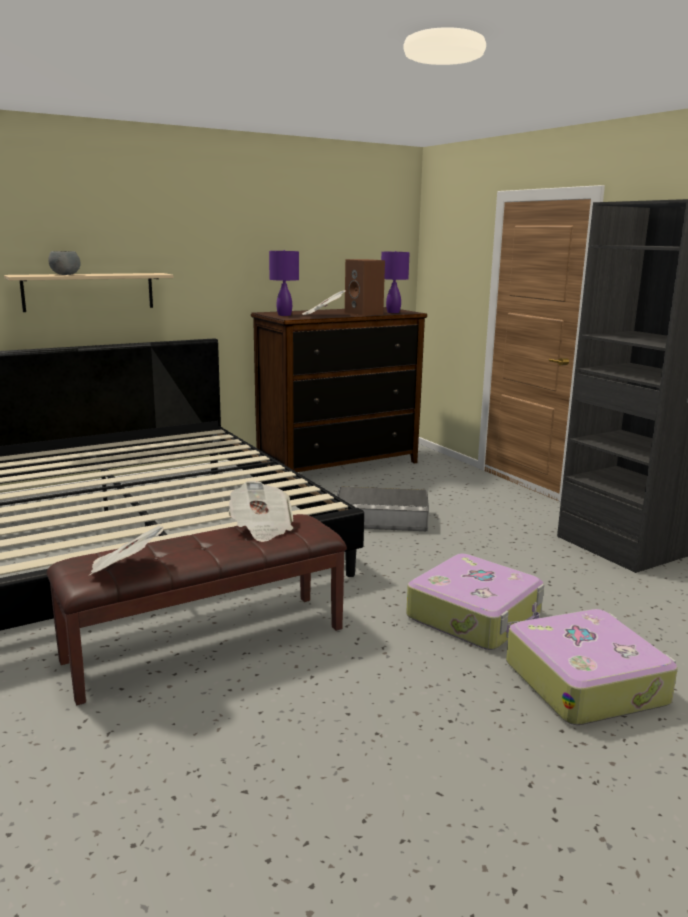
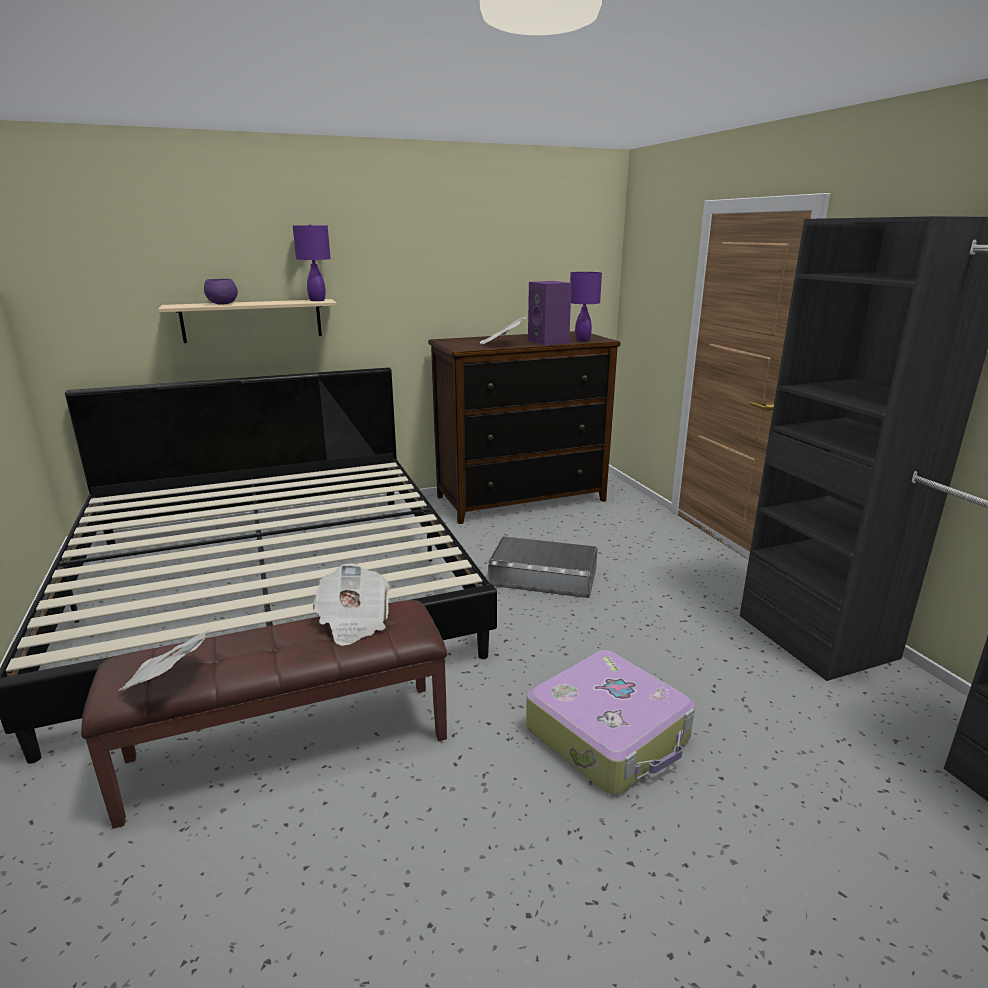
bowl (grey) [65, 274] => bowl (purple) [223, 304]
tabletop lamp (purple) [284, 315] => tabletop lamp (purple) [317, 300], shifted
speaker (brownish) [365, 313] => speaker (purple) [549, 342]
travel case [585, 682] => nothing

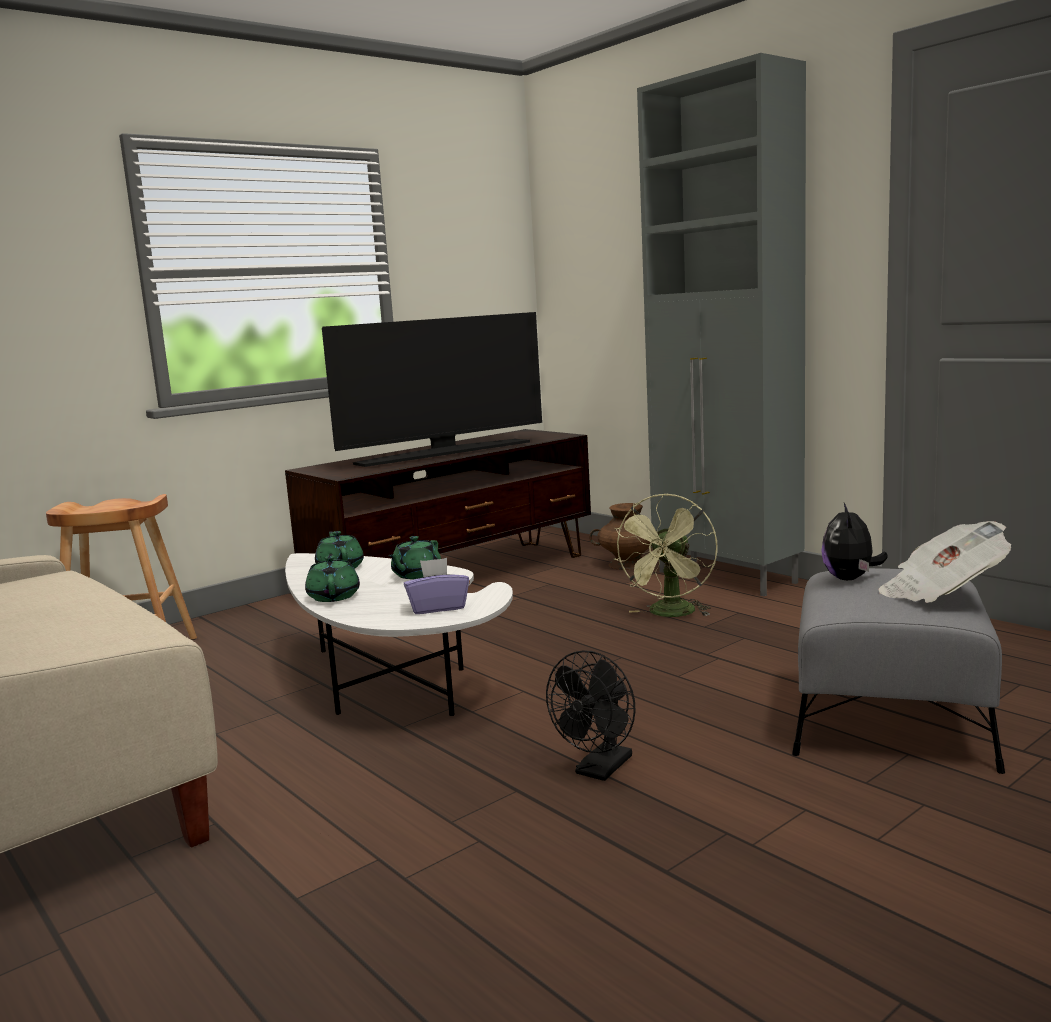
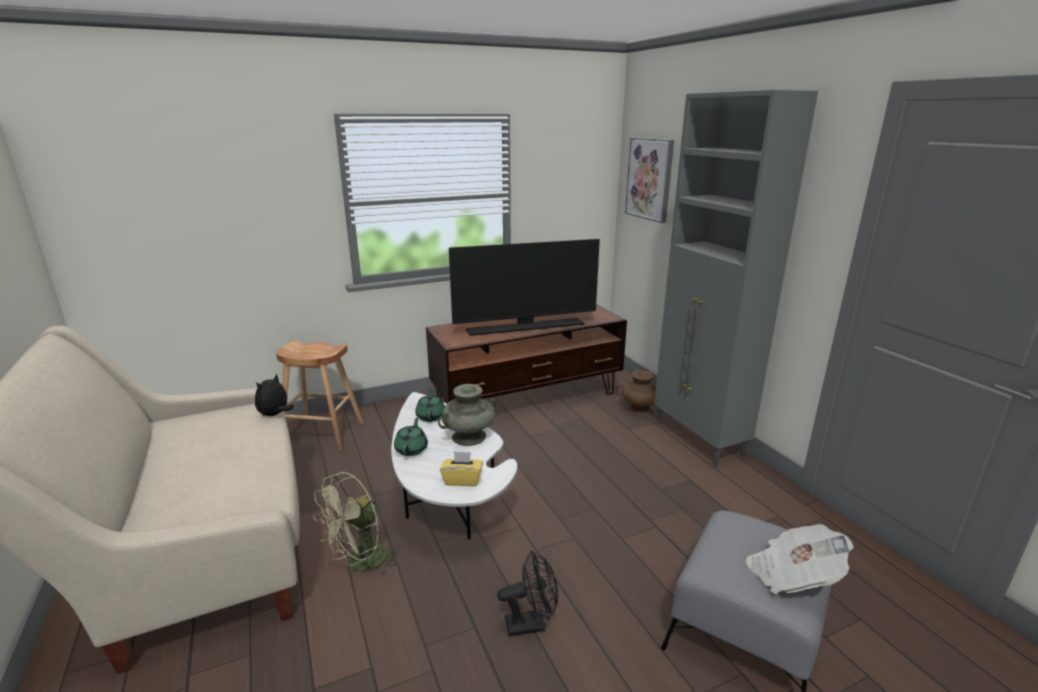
tea pot (green-coloured) [416, 575] => decorative vase (turquoise-coloured) [468, 437]
tissue box (purple) [437, 607] => tissue box (yellow-coloured) [462, 480]
fan (black) [600, 770] => fan (black) [531, 623], 150 degrees counterclockwise
fan (green-coloured) [671, 614] => fan (green-coloured) [361, 564], shifted
cuddly toy [850, 579] => cuddly toy [275, 415], shifted
nothing => wall picture [649, 179]

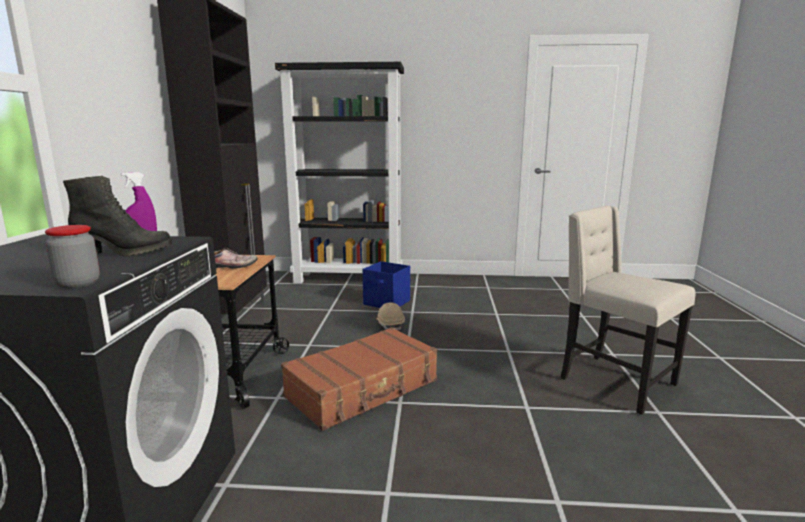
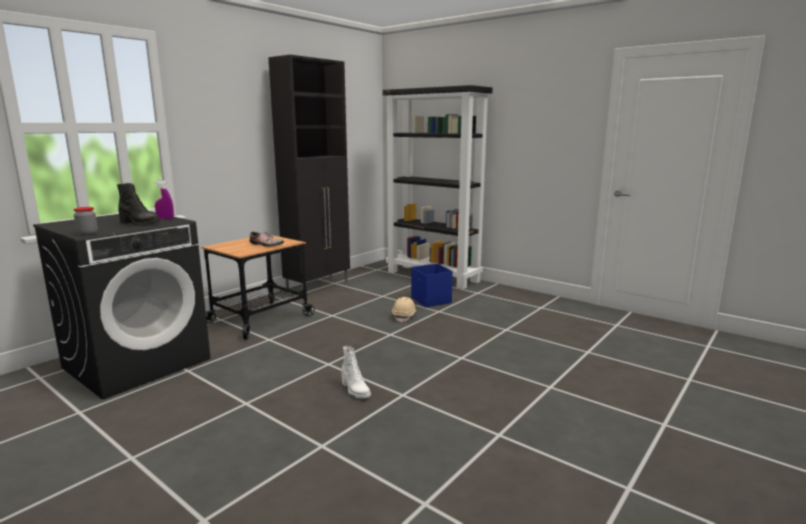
travel case (brownish) [363, 389] => nothing
chair (beige-coloured) [614, 381] => nothing
nothing => boot (white-coloured) [355, 390]

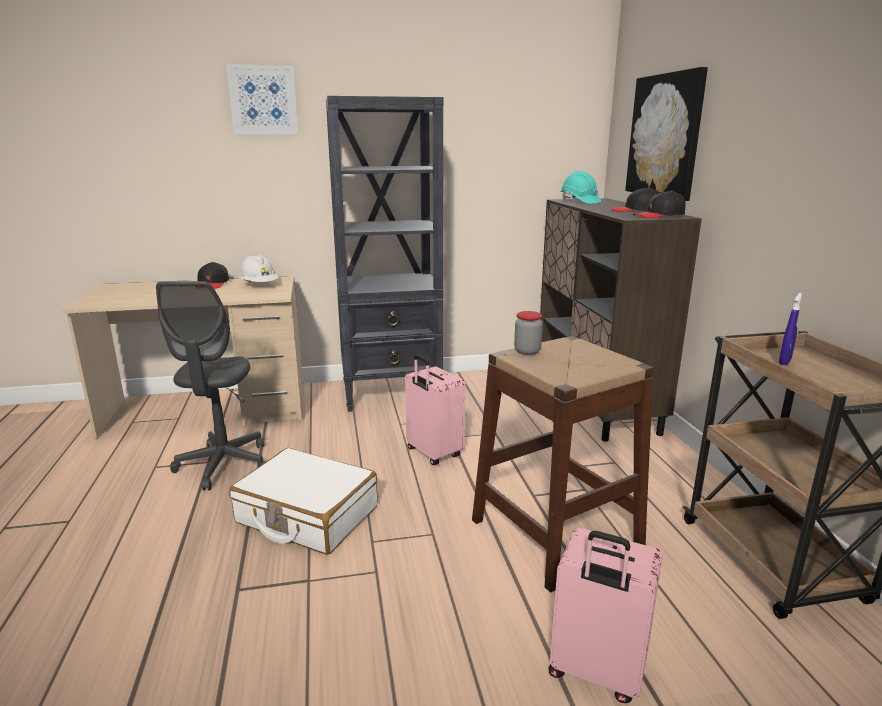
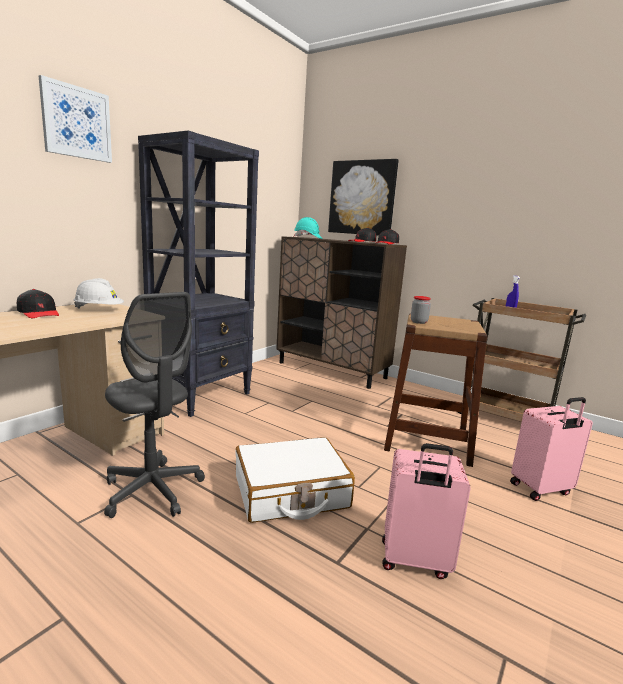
travel case (pink-coloured) [433, 453] => travel case (pink-coloured) [414, 561], shifted

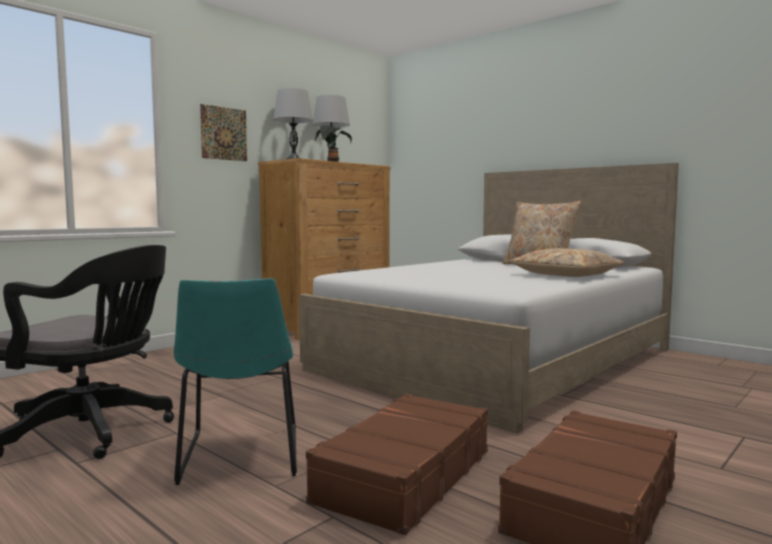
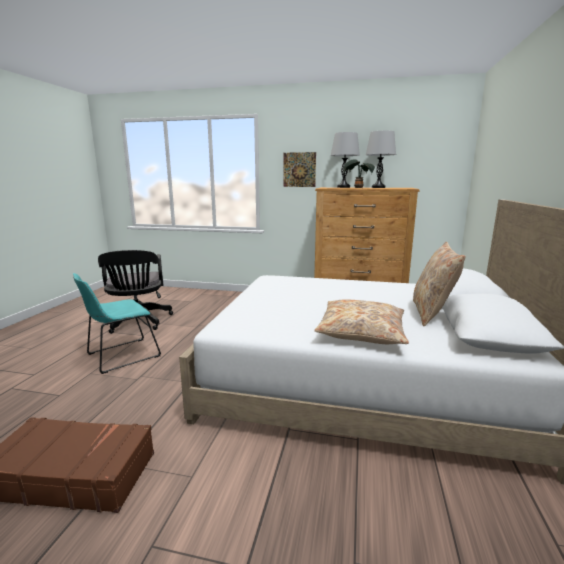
travel case (brownish) [403, 476] => nothing

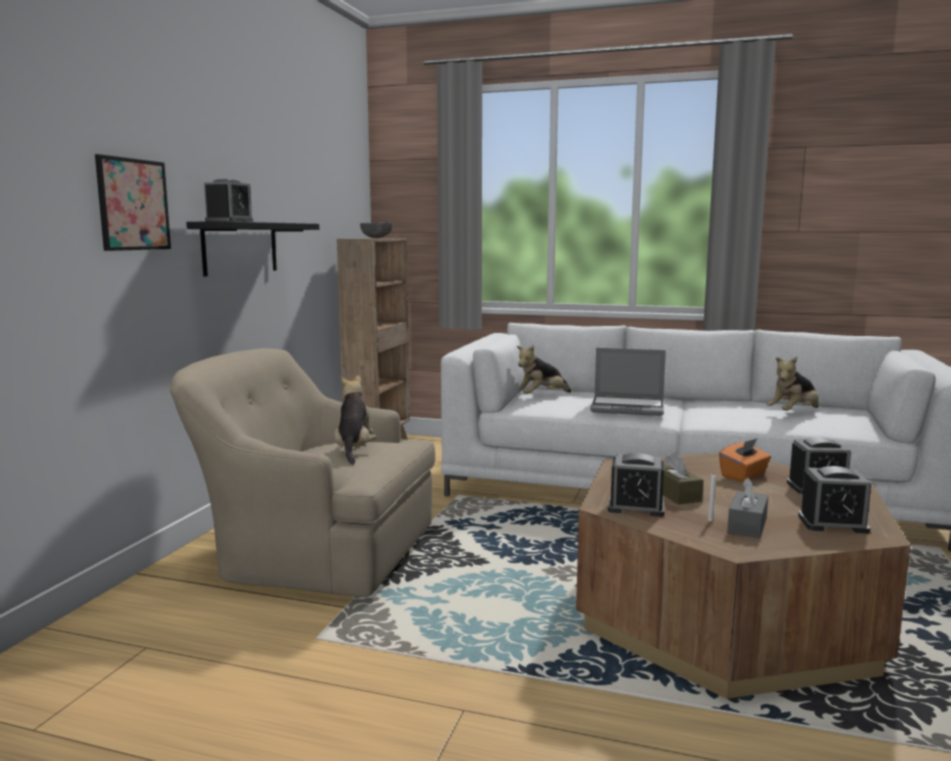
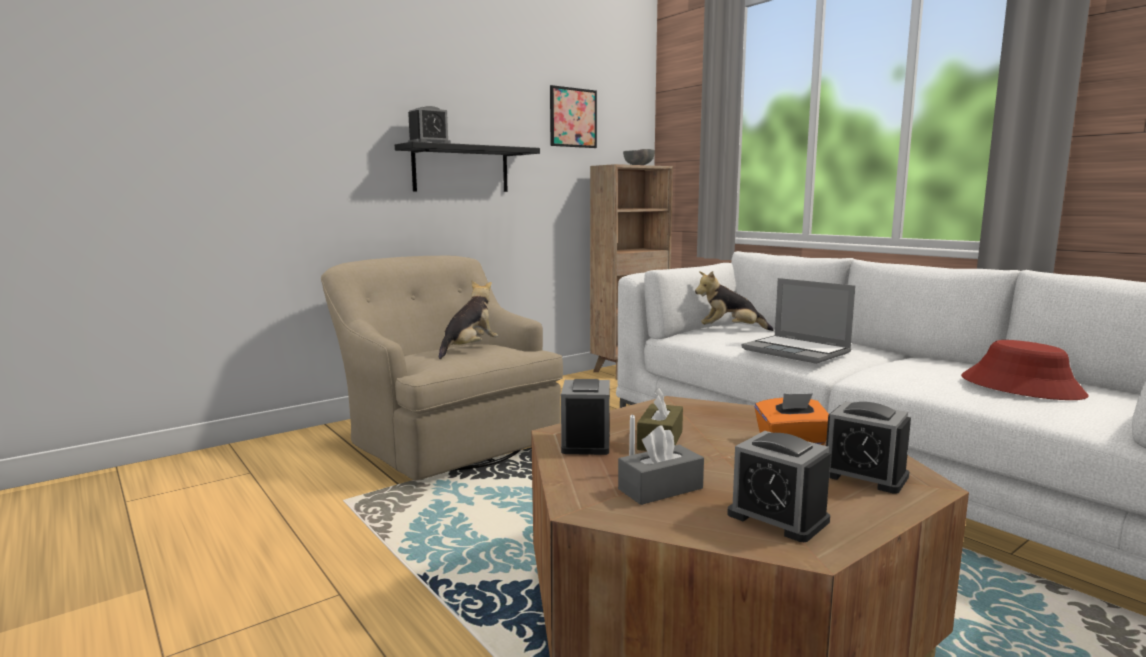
wall picture [133, 204] => wall picture [573, 117], shifted
alarm clock [636, 507] => alarm clock [586, 442], 45 degrees clockwise
cuddly toy [794, 413] => wearable hat (red) [1021, 387]

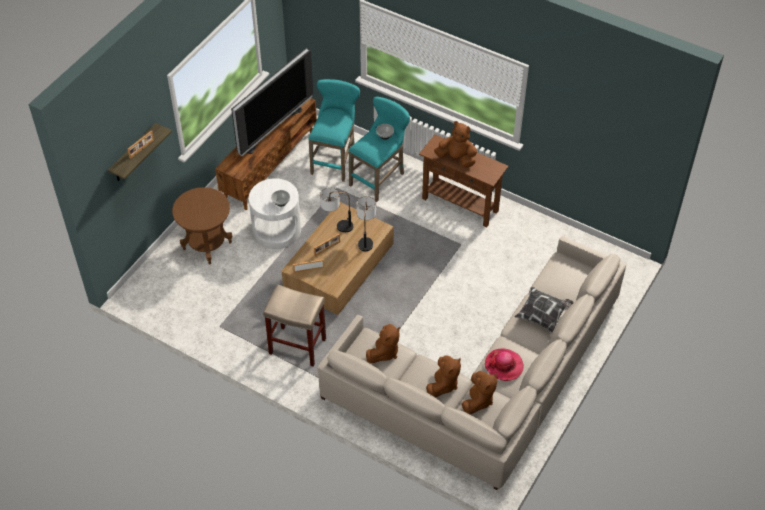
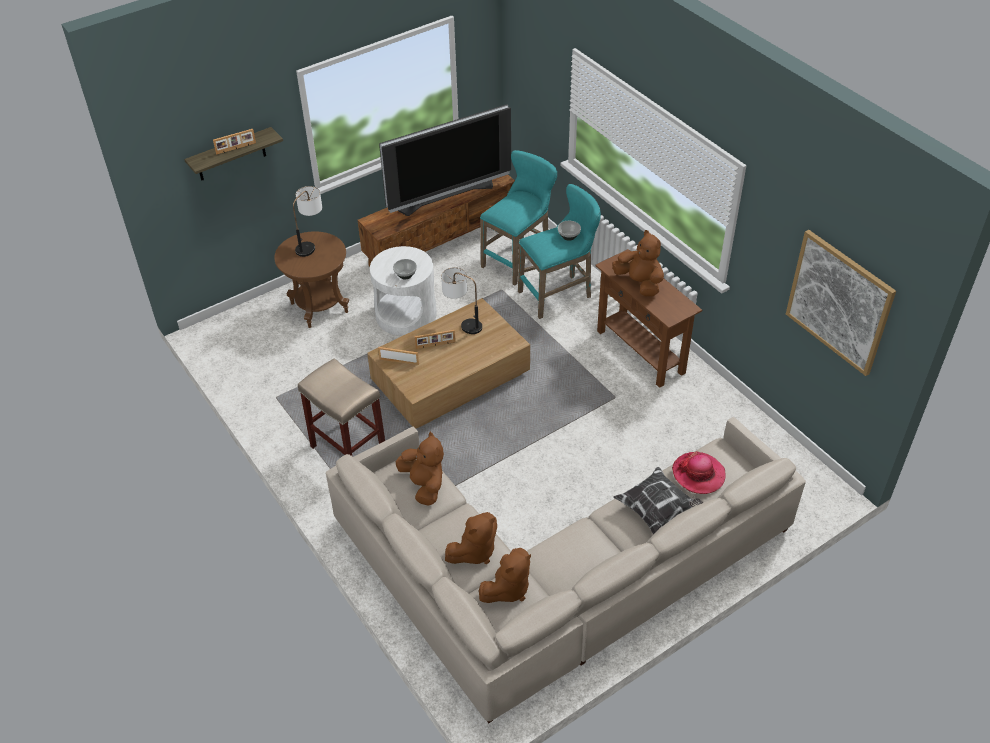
tabletop lamp [366, 238] => tabletop lamp [311, 244], shifted
cuddly toy (brownish) [384, 352] => cuddly toy (brownish) [424, 485], 90 degrees counterclockwise
wearable hat [504, 365] => wearable hat [698, 474], shifted
nothing => wall picture [839, 302]

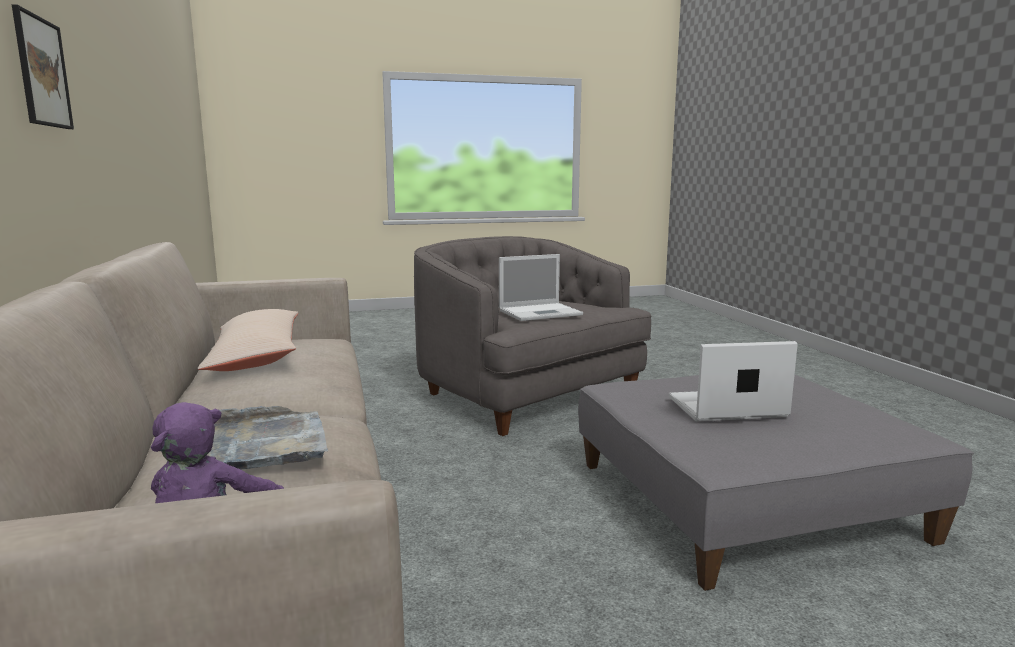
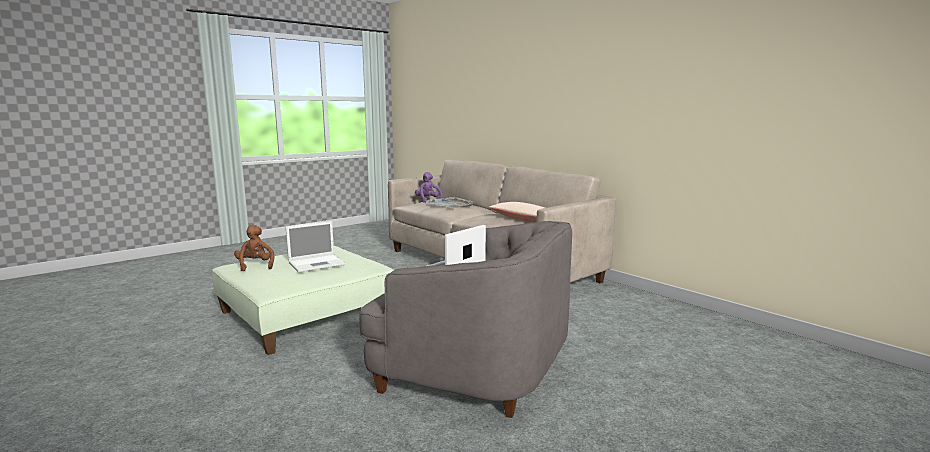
wall picture [42, 72] => nothing
pouffe (grey) [744, 501] => pouffe (green-coloured) [307, 314]
nothing => cuddly toy (brownish) [255, 266]

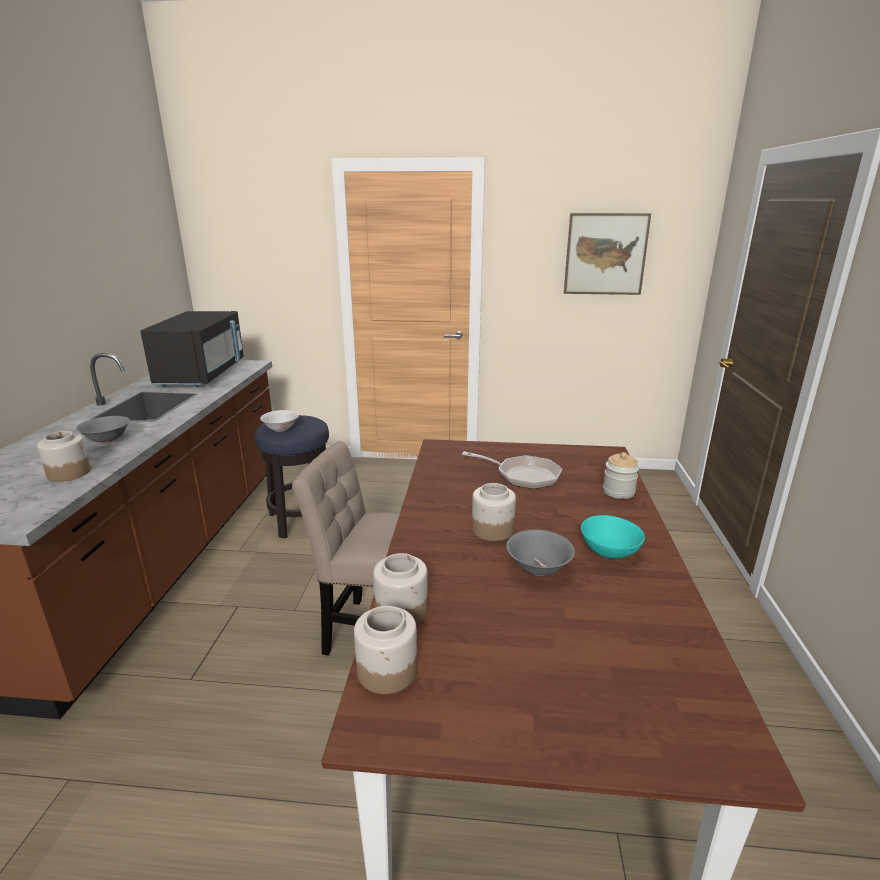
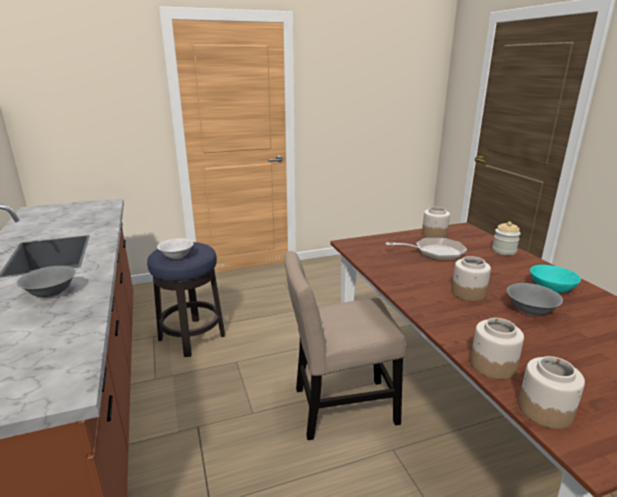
storage jar [69, 473] => storage jar [434, 234], shifted
microwave oven (black) [202, 374] => nothing
wall picture [605, 254] => nothing

